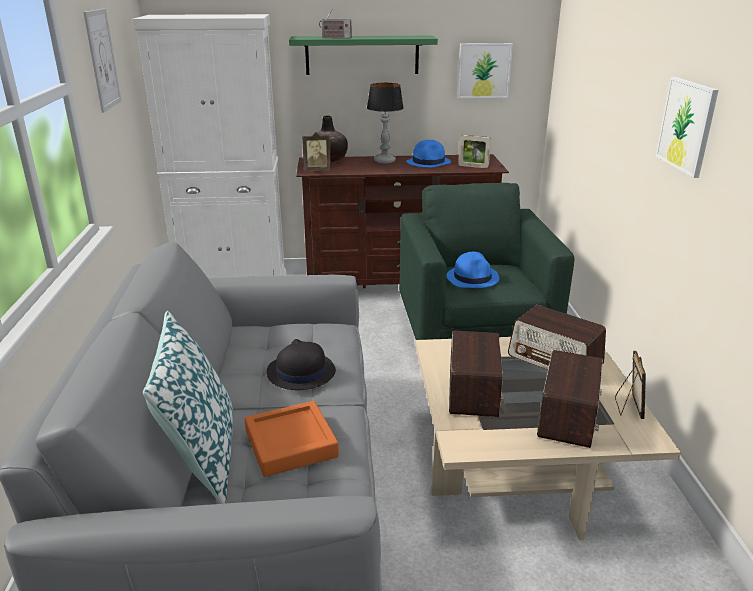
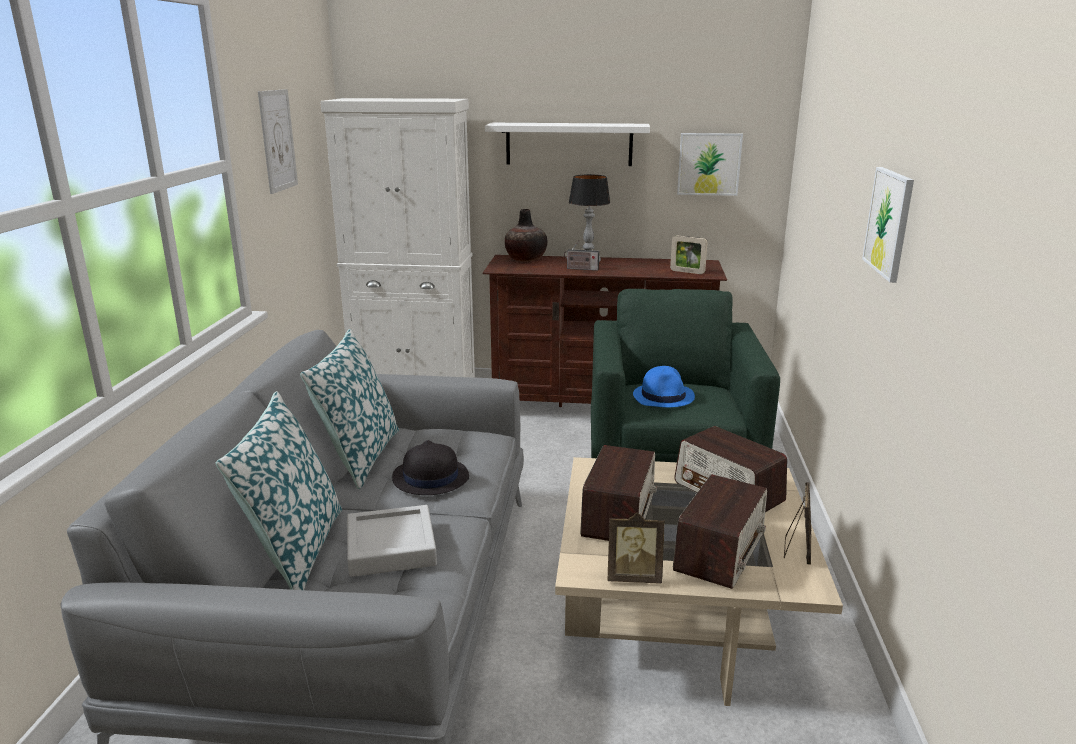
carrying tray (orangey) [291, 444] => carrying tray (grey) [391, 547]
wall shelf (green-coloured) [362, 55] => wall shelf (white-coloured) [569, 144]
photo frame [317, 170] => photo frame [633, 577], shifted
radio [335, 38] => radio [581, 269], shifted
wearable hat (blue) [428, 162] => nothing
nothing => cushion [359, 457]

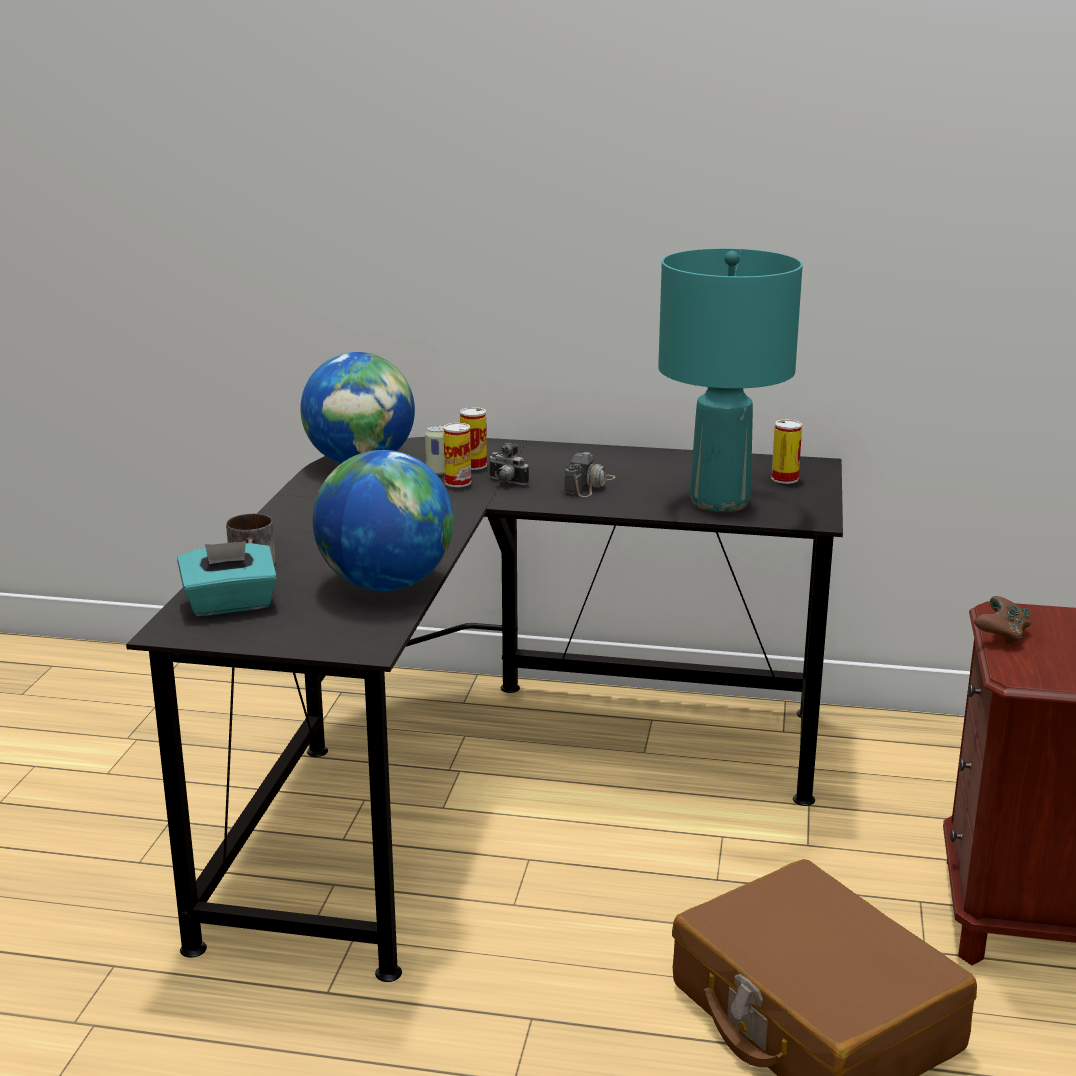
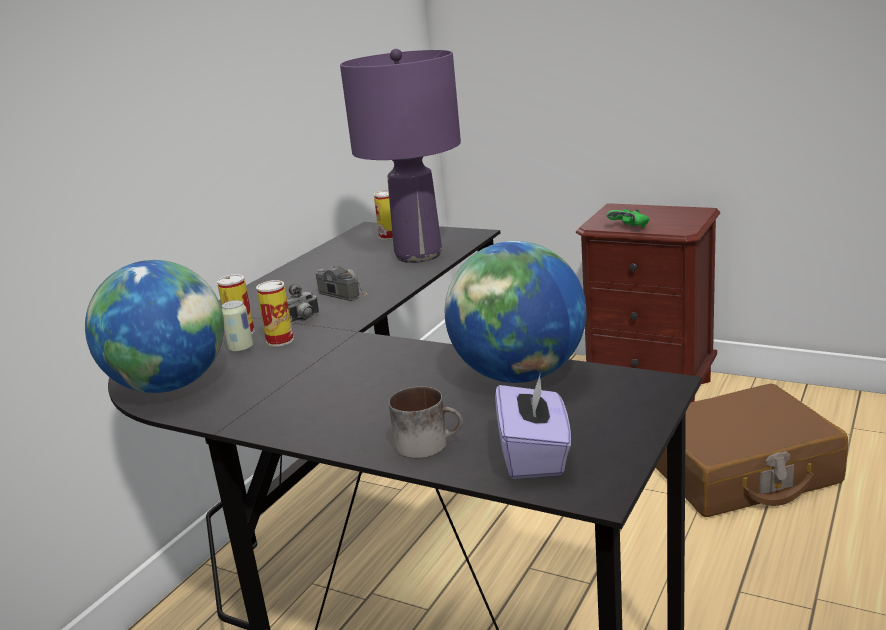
tissue box (turquoise-coloured) [230, 605] => tissue box (purple) [534, 456]
tabletop lamp (turquoise-coloured) [718, 502] => tabletop lamp (purple) [417, 255]
joypad (brownish) [1002, 635] => joypad (green-coloured) [630, 228]

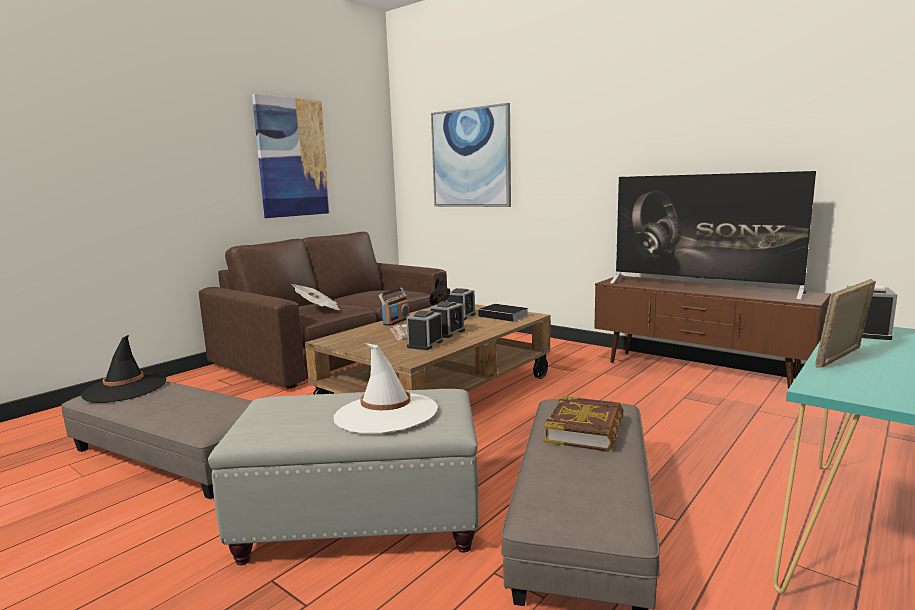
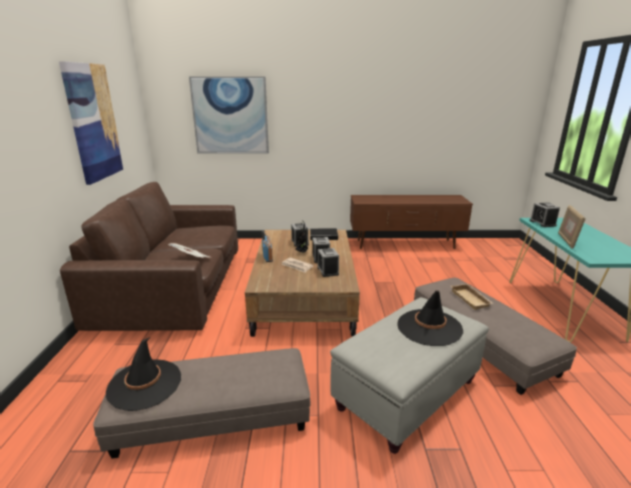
wearable hat (white-coloured) [386, 413] => wearable hat (black) [429, 327]
bound book [585, 430] => carrying tray (beige-coloured) [471, 299]
TV [702, 287] => nothing

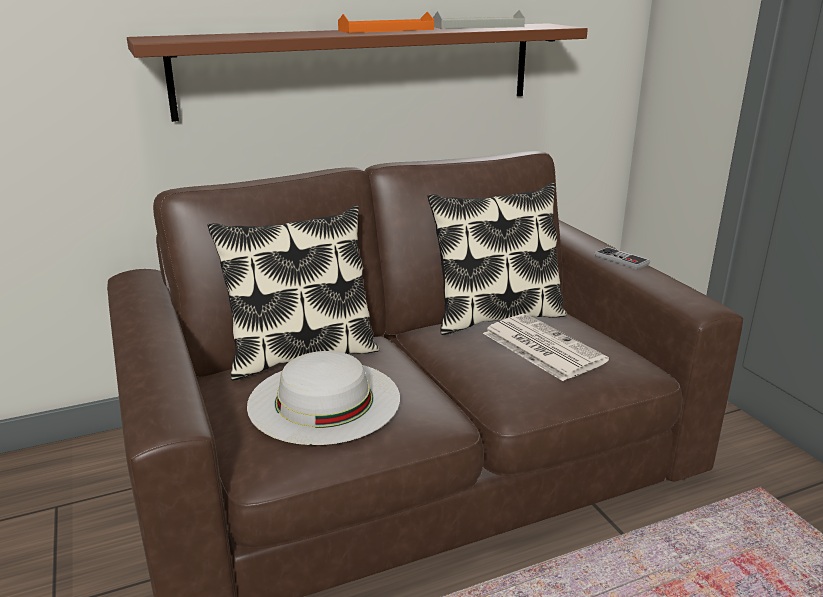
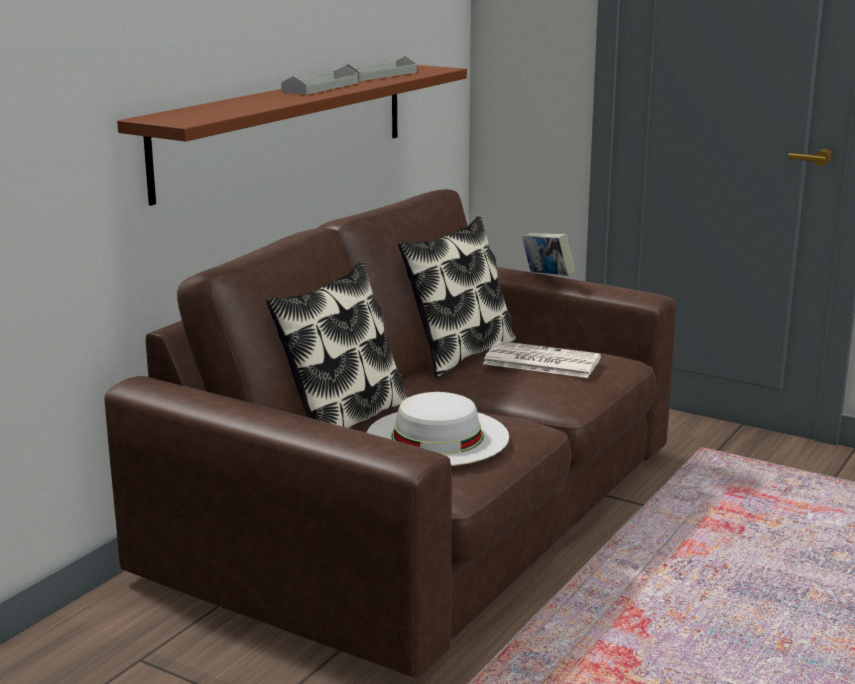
carrying tray (orangey) [386, 30] => carrying tray (grey) [320, 87]
joypad [621, 260] => bound book [547, 278]

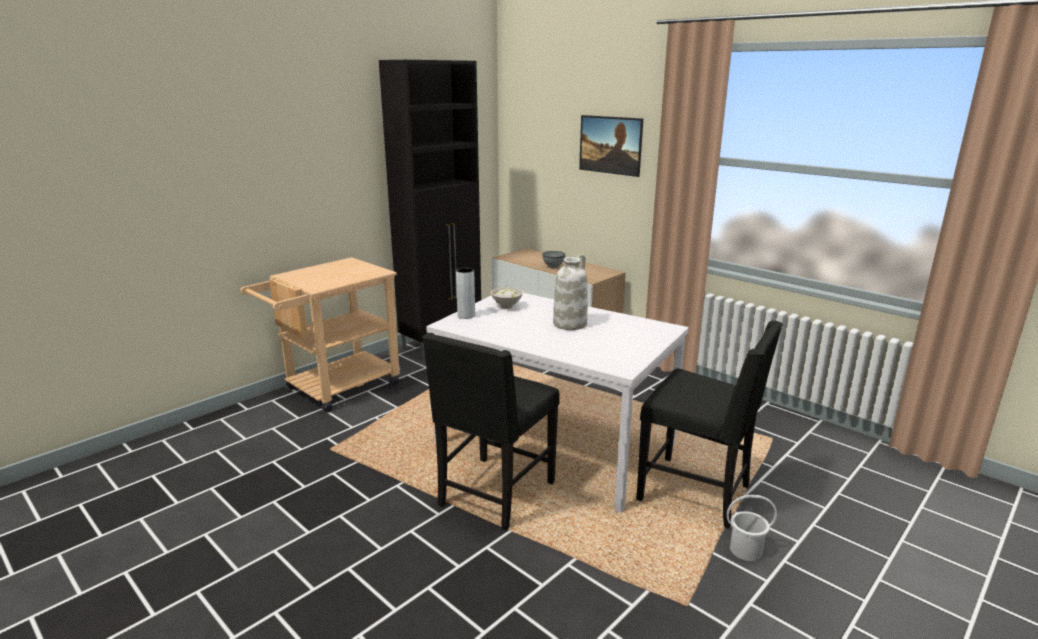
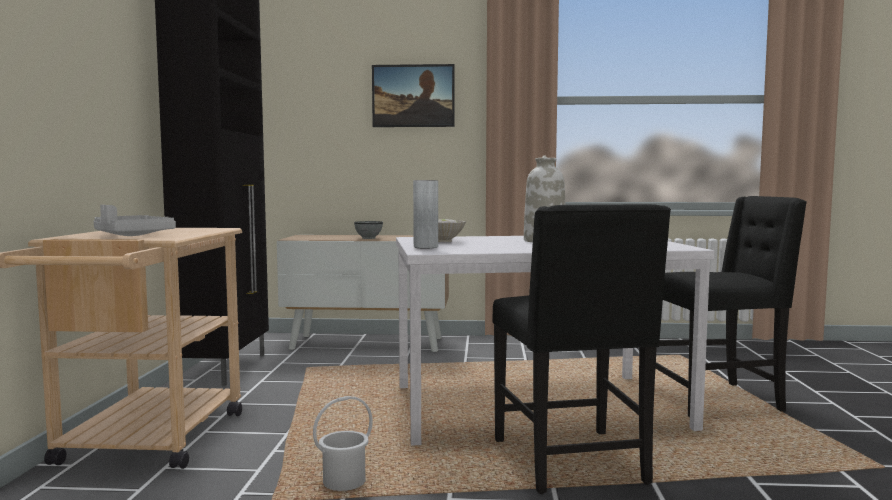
water bucket (white-coloured) [746, 550] => water bucket (white-coloured) [345, 483], shifted
nothing => carrying tray (grey) [130, 236]

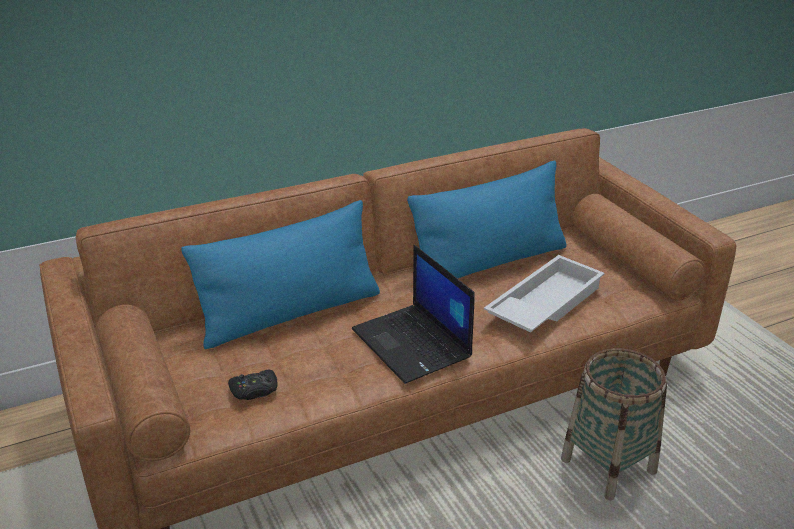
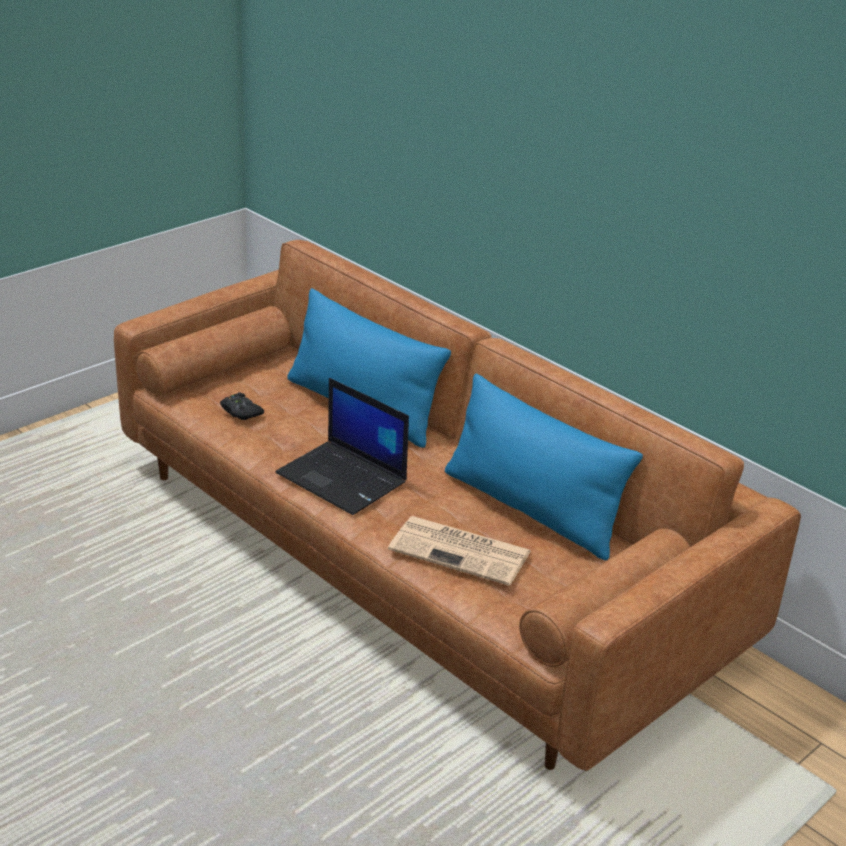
portable computer [413, 344] => portable computer [343, 478], 90 degrees counterclockwise
carrying tray (white-coloured) [543, 303] => daily paper [462, 551]
basket [608, 466] => nothing

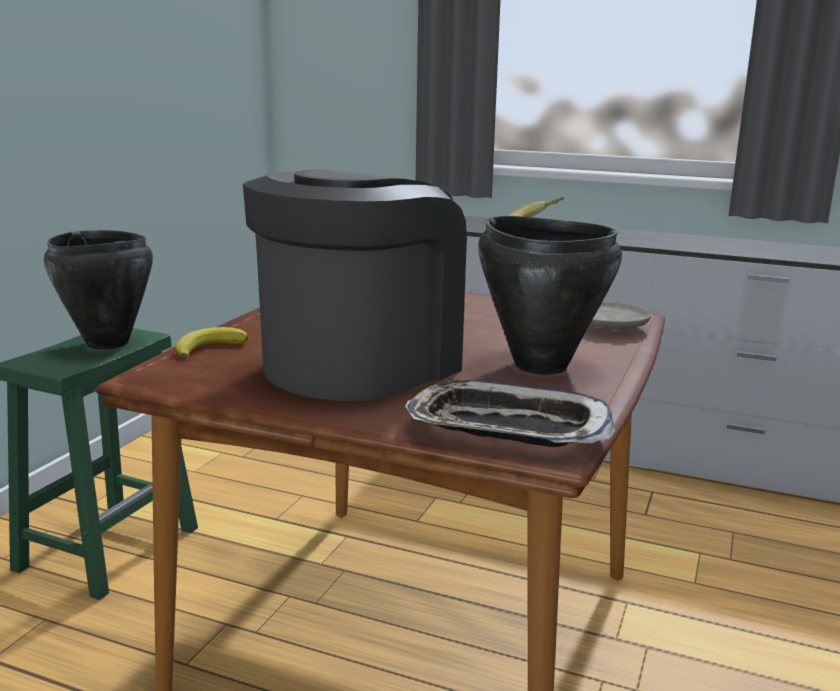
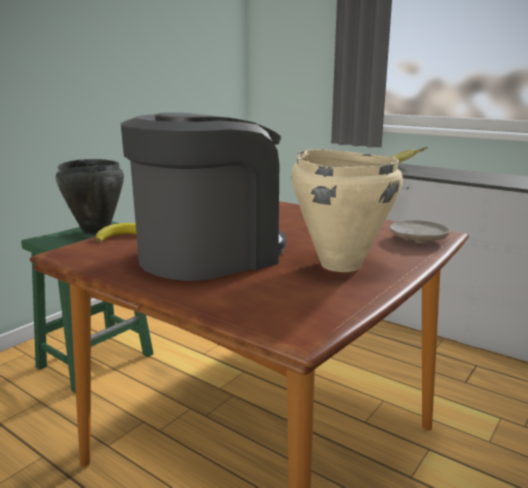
carrying tray [507, 428] => nothing
stockpot (black) [540, 365] => stockpot (beige-coloured) [340, 264]

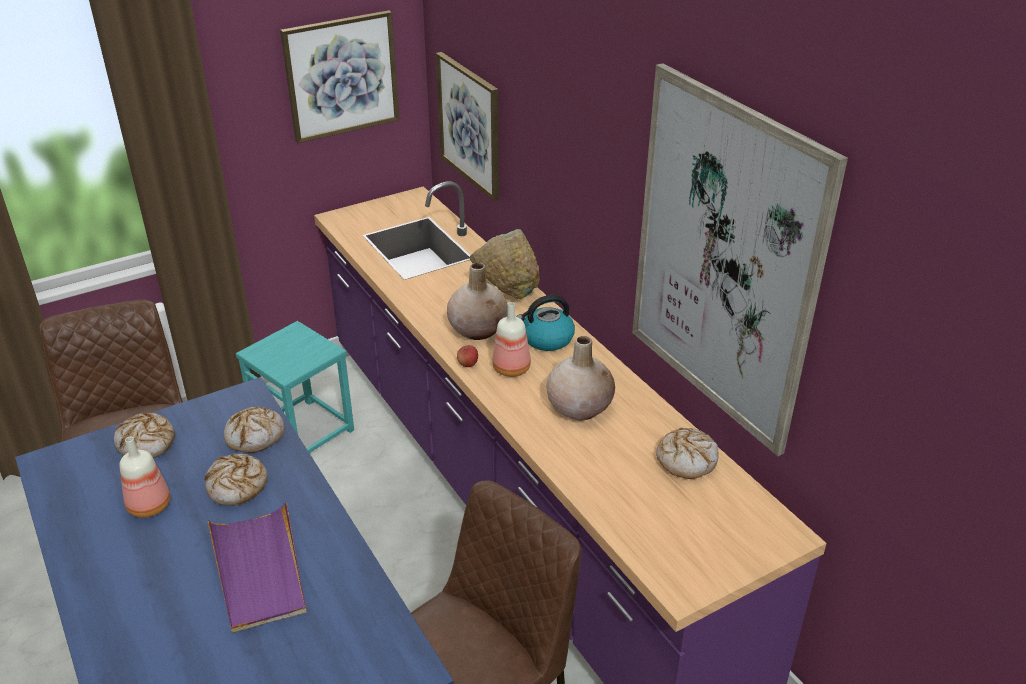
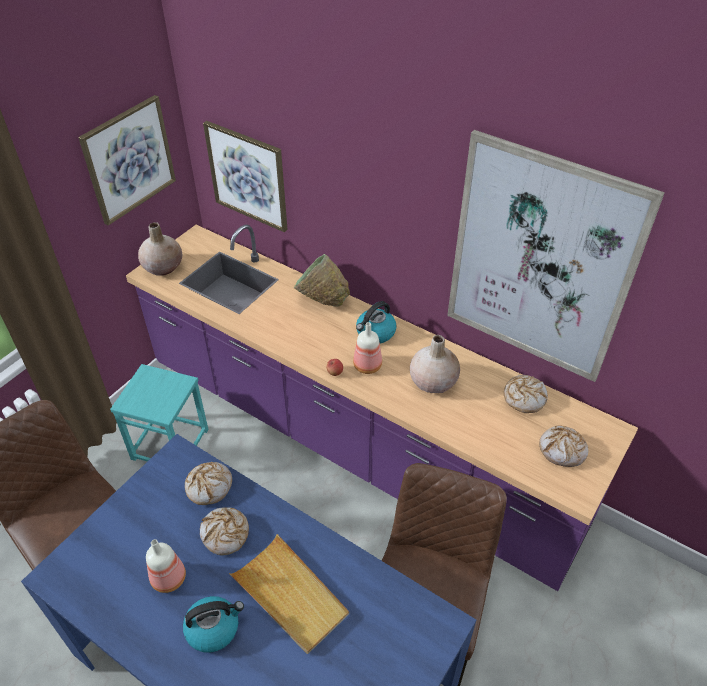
bakery bread [146, 443] => bakery bread [562, 450], shifted
carrying tray (purple) [259, 570] => carrying tray (beige-coloured) [290, 595]
decorative vase (beige-coloured) [478, 329] => decorative vase (beige-coloured) [163, 267], shifted
nothing => kettle [213, 628]

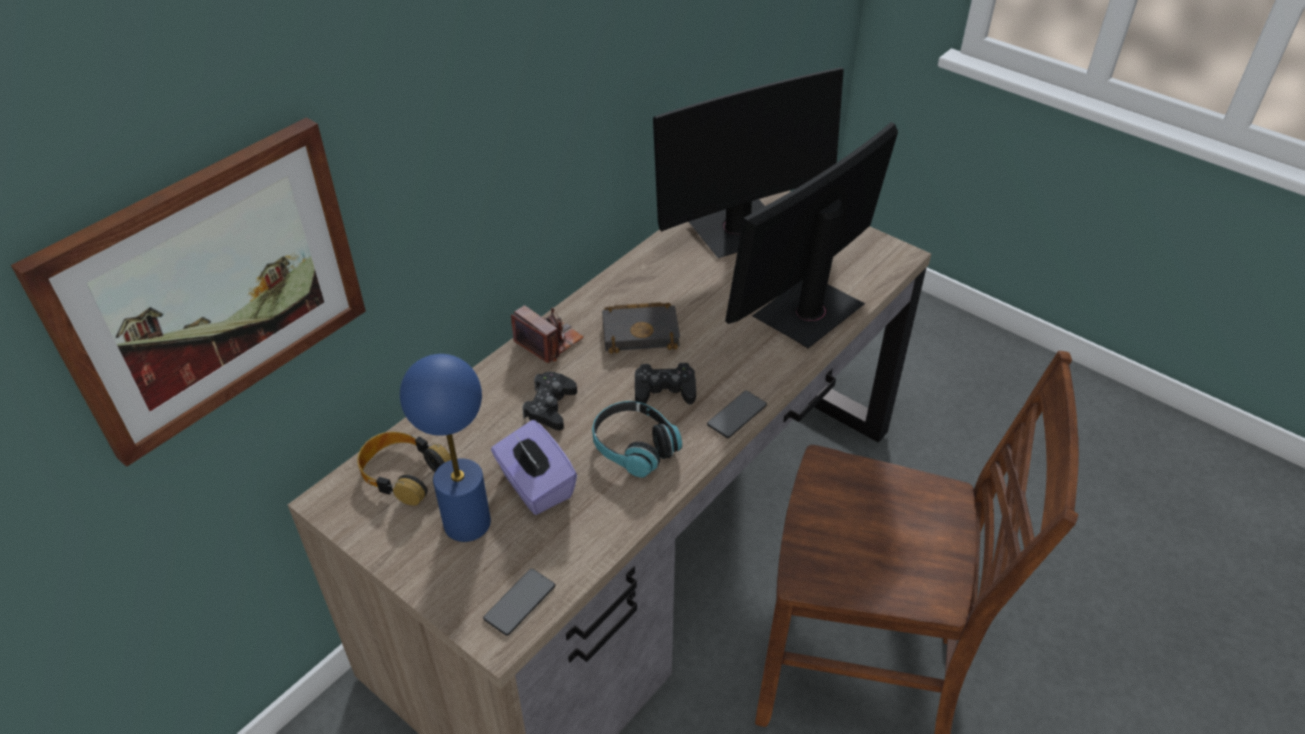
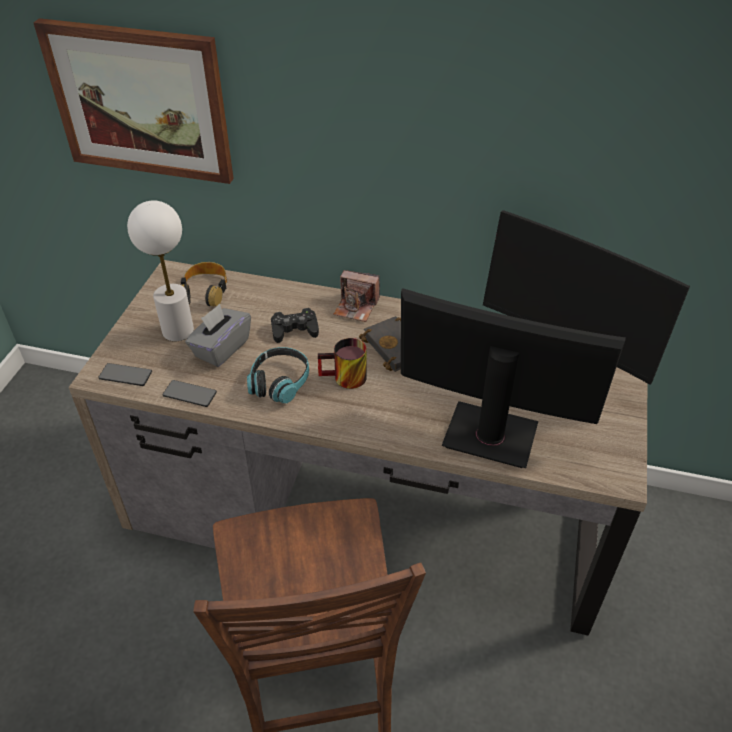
tabletop lamp (blue) [467, 522] => tabletop lamp (white-coloured) [178, 331]
tissue box (purple) [535, 486] => tissue box (grey) [221, 348]
photo camera [549, 341] => photo camera [356, 307], 90 degrees clockwise
joypad (black) [664, 390] => coffee mug [344, 379]
phone [737, 415] => phone [189, 394], shifted

